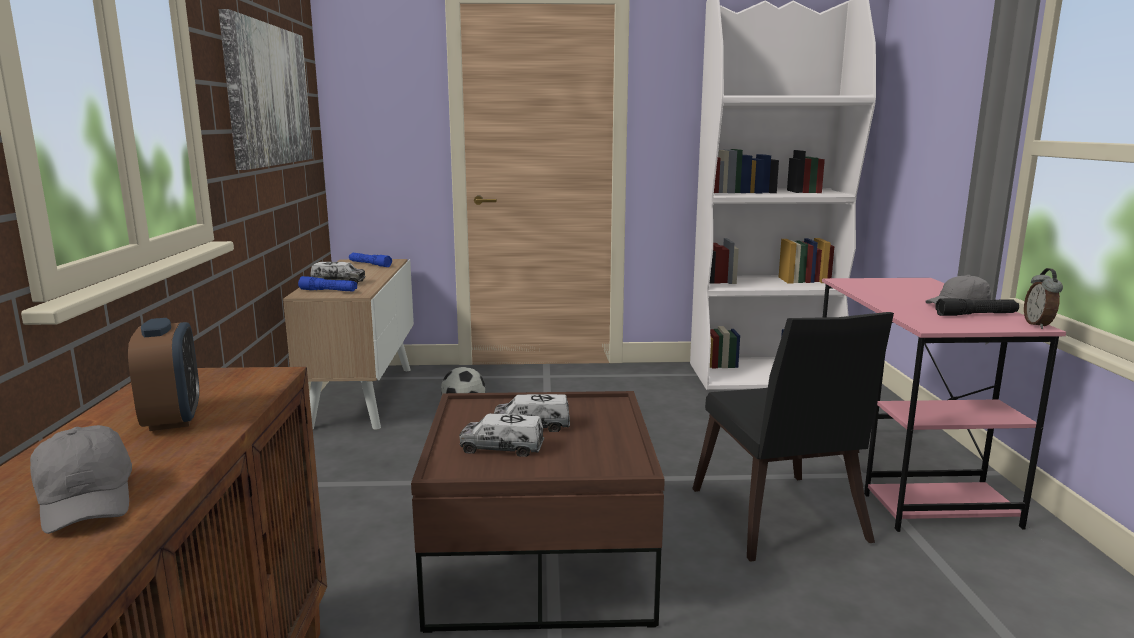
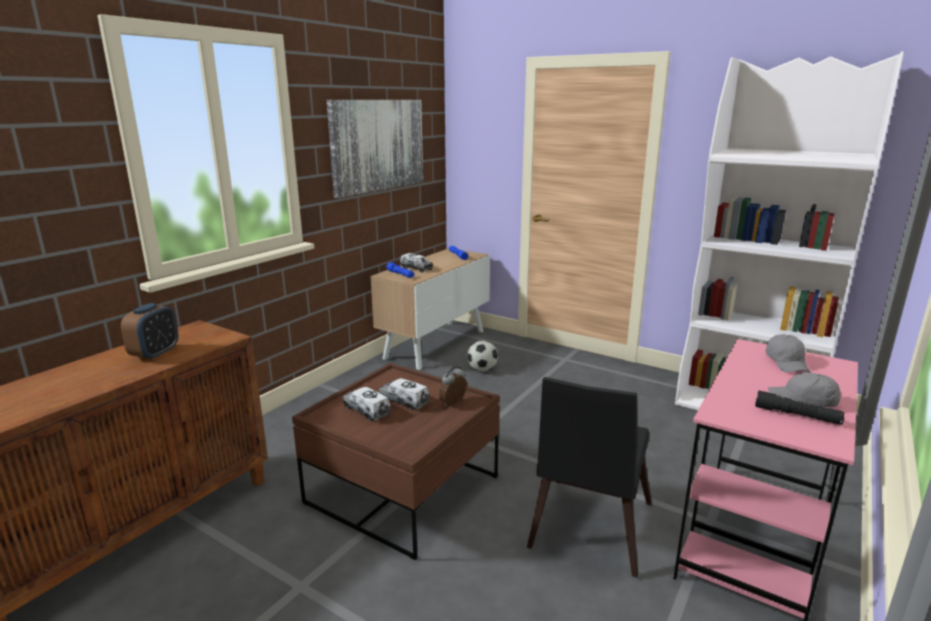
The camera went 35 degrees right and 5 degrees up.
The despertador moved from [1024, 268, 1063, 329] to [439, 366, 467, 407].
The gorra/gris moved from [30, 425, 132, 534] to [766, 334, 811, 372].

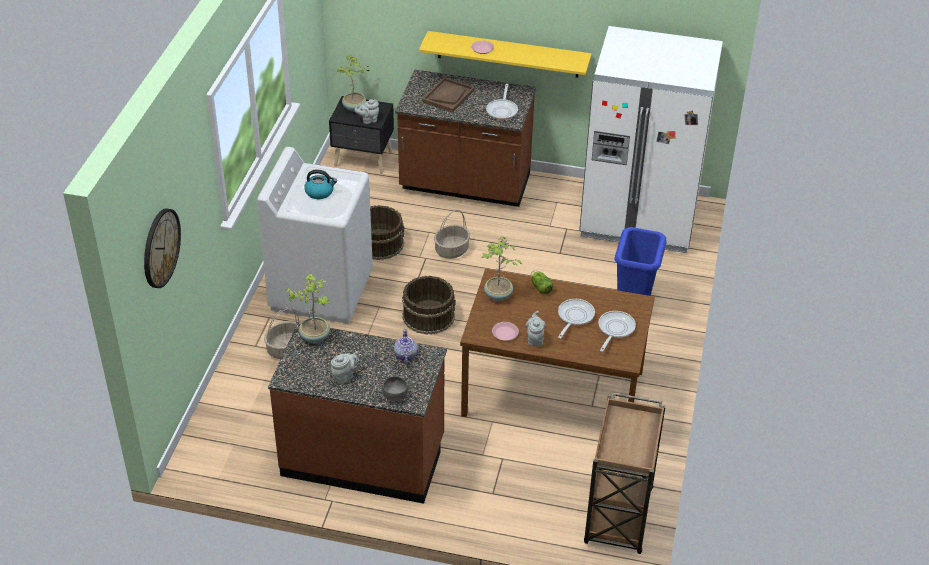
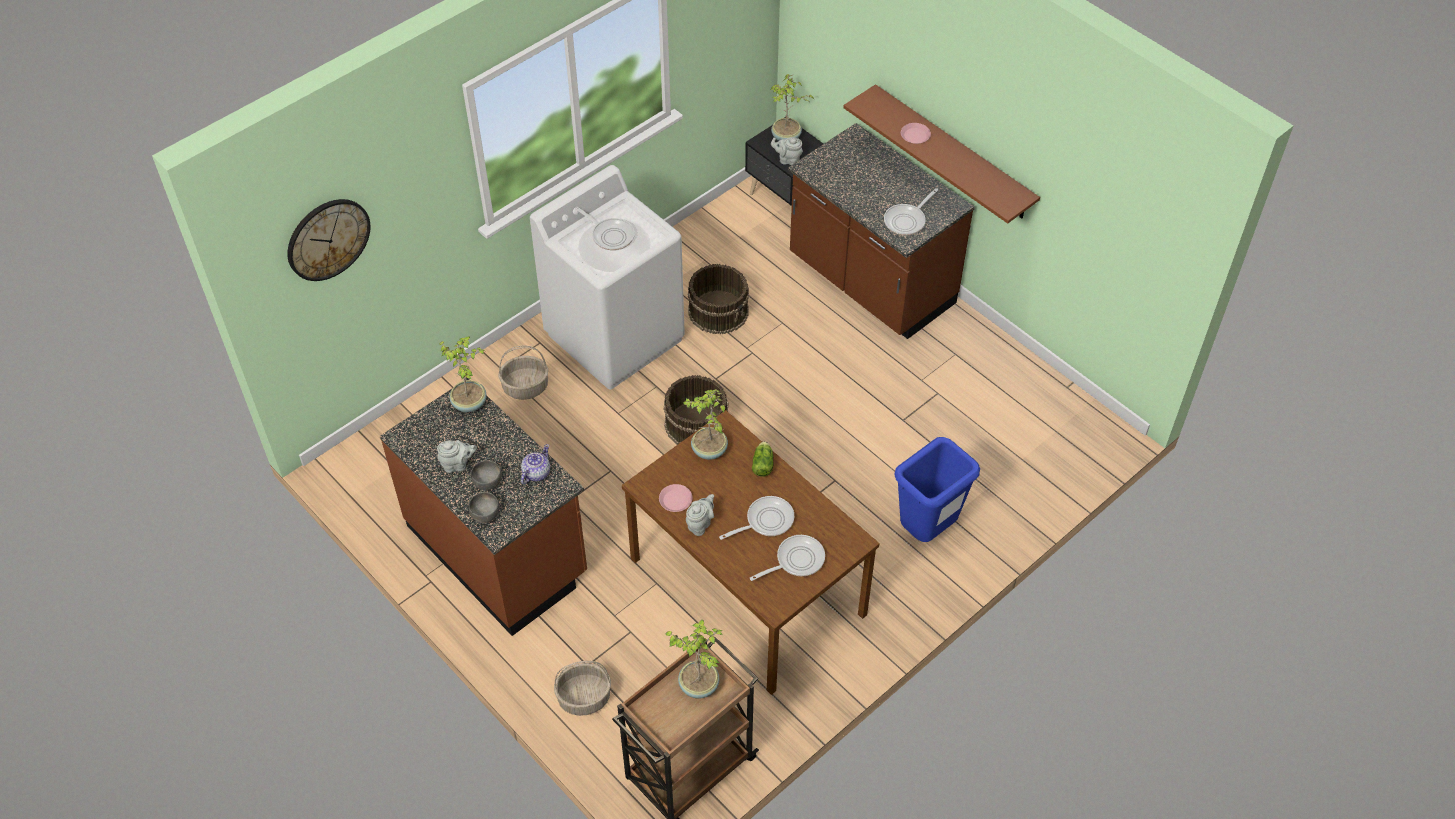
The camera went 35 degrees right and 10 degrees up.
The cuenco/gris at [471, 460, 502, 490] appeared.
The cesta moved from [434, 210, 470, 259] to [554, 661, 611, 716].
The hervidor at [304, 170, 337, 199] was replaced by the sartén at [575, 207, 635, 250].
The planta en maceta at [666, 620, 723, 699] appeared.
The estante/amarillo at [419, 31, 591, 78] became the estante/marrón at [843, 84, 1040, 224].
The bandeja/marrón at [422, 77, 475, 113] disappeared.
The nevera/blanco at [579, 26, 723, 253] disappeared.

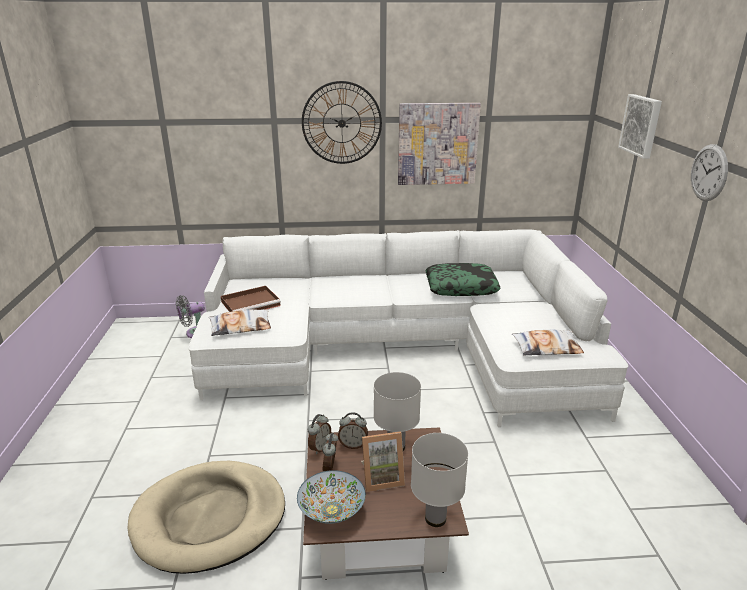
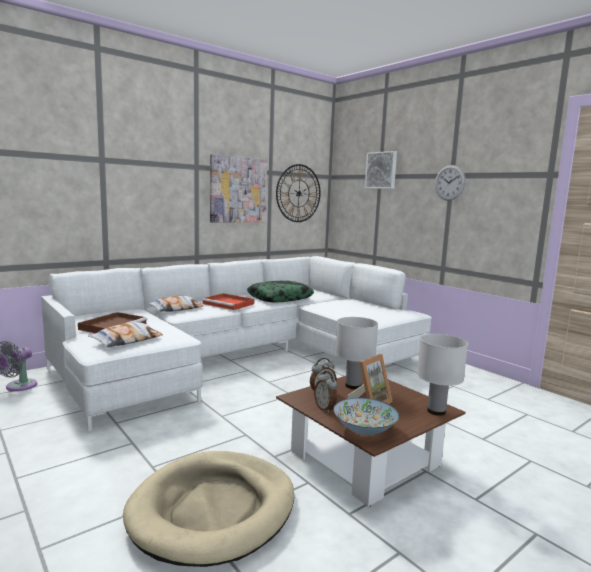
The camera went 35 degrees left and 15 degrees down.
The cojín moved from [512, 329, 584, 356] to [148, 295, 203, 312].
The bandeja/rojo at [202, 293, 254, 310] appeared.
The reloj de pared moved from [302, 81, 382, 164] to [276, 164, 321, 222].
The despertador at [308, 414, 331, 454] disappeared.

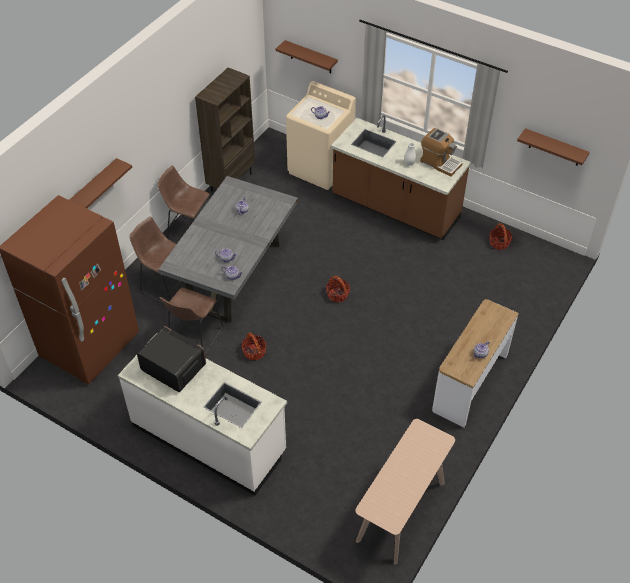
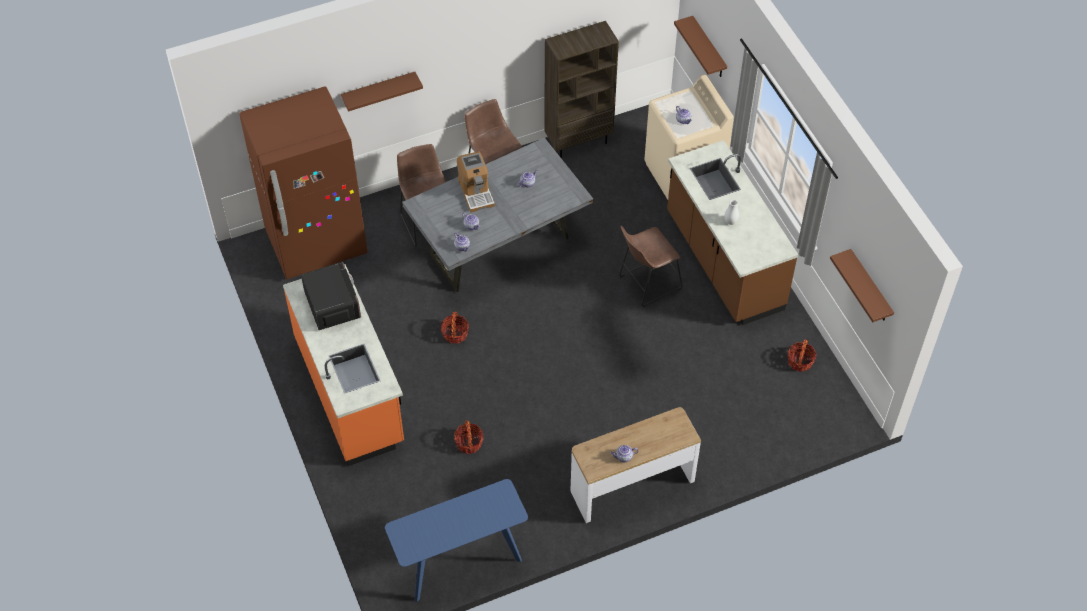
The camera went 35 degrees right and 5 degrees up.
The mueble bajo de cocina/blanco at [118, 333, 287, 496] became the mueble bajo de cocina/naranja at [283, 264, 404, 466].
The mesa consola/beis at [355, 419, 455, 565] became the mesa consola/azul at [385, 479, 528, 602].
The cesta moved from [326, 276, 350, 302] to [454, 421, 484, 454].
The cafetera moved from [420, 128, 463, 177] to [457, 151, 495, 212].
The taburete/marrón moved from [159, 288, 223, 355] to [619, 226, 682, 307].

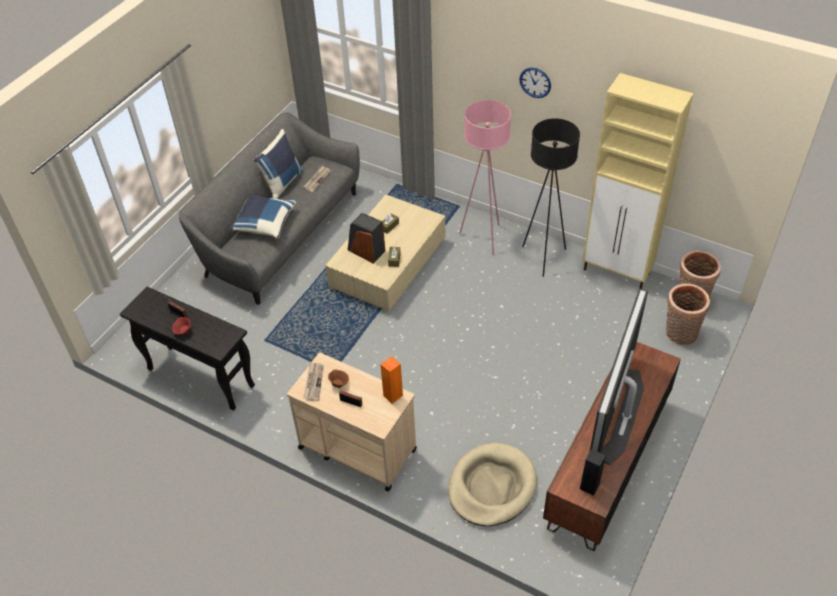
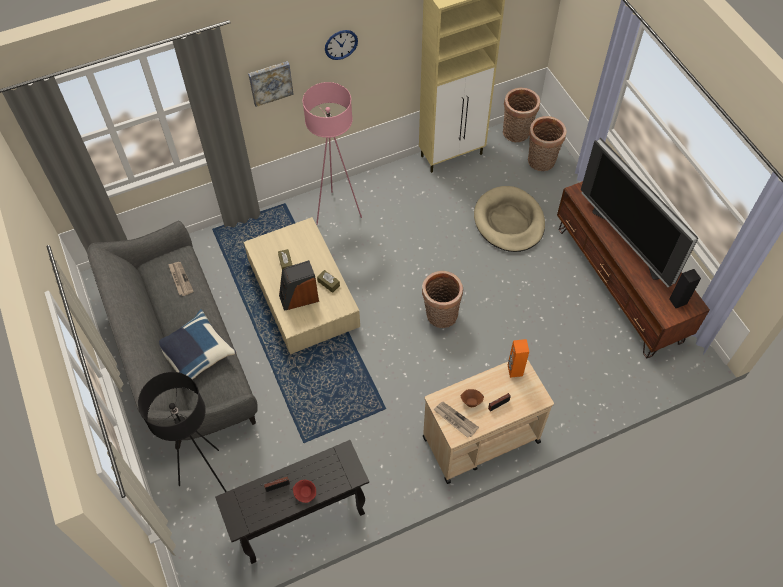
The camera went 55 degrees left and 10 degrees up.
The lámpara de pie/negro moved from [522, 118, 580, 277] to [138, 372, 227, 492].
The cuadro at [248, 61, 294, 107] appeared.
The cesta at [422, 271, 463, 328] appeared.
The cama para perro/beis moved from [448, 443, 537, 526] to [474, 186, 545, 252].
The cojín/azul at [254, 129, 305, 199] disappeared.

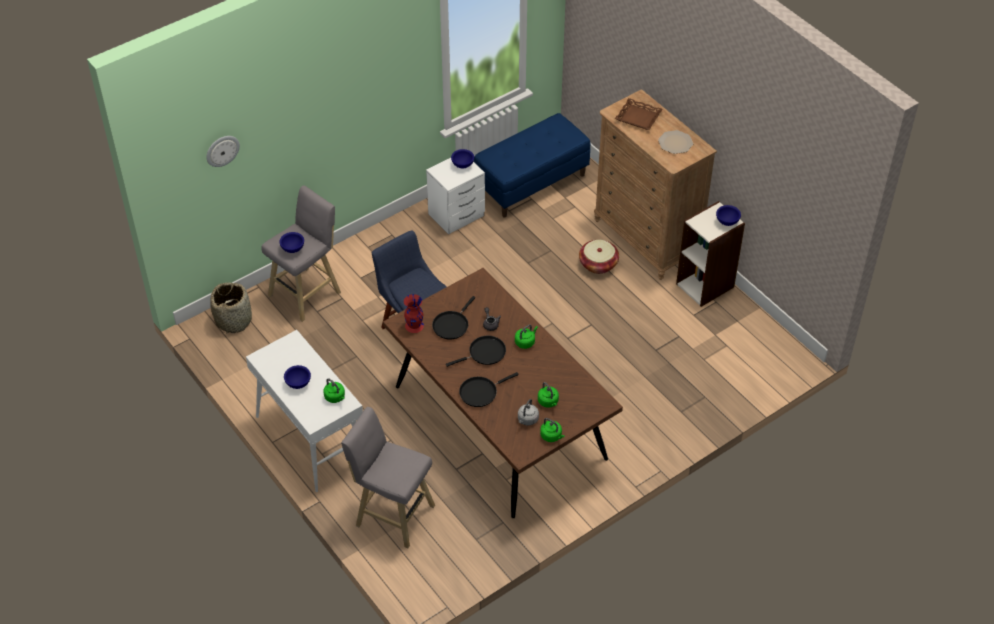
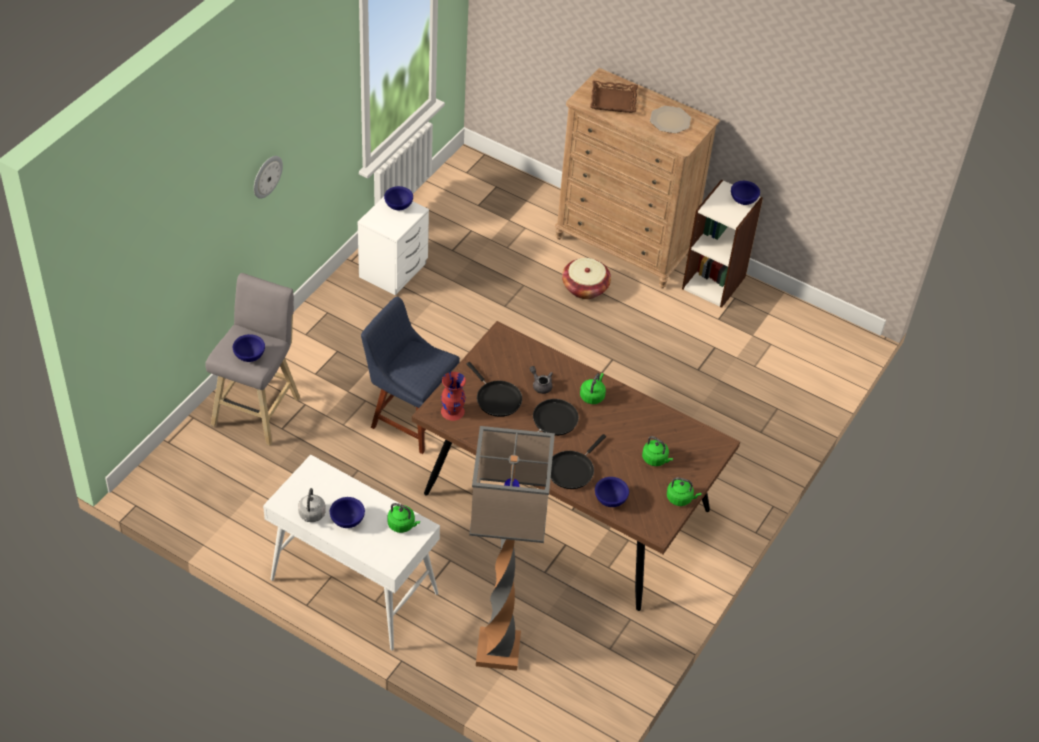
The camera went 25 degrees left and 0 degrees up.
The reloj de pared moved from [206, 136, 240, 167] to [254, 156, 283, 199].
The hervidor/gris moved from [518, 399, 539, 425] to [298, 488, 326, 522].
The sartén/negro at [432, 296, 475, 340] turned 45 degrees counterclockwise.
The taburete/gris at [341, 407, 435, 548] was replaced by the lámpara de pie at [469, 426, 555, 671].
The cuenco/azul at [595, 477, 629, 507] appeared.
The cesta at [210, 283, 252, 333] disappeared.
The banco/azul at [474, 113, 590, 218] disappeared.

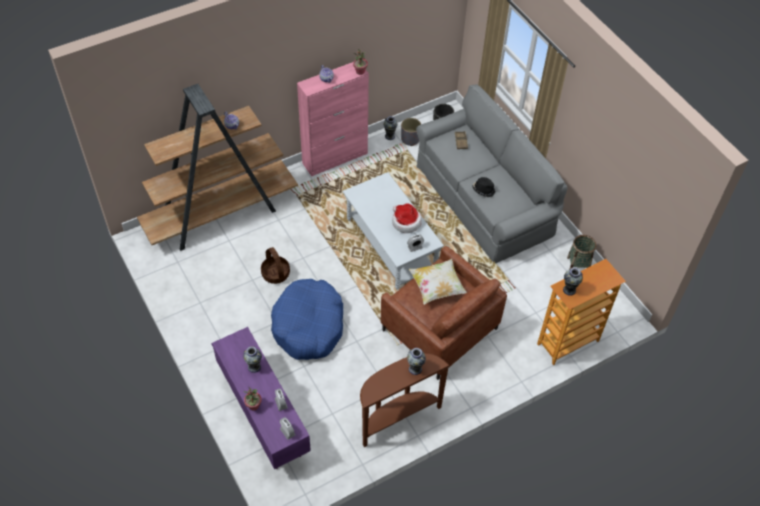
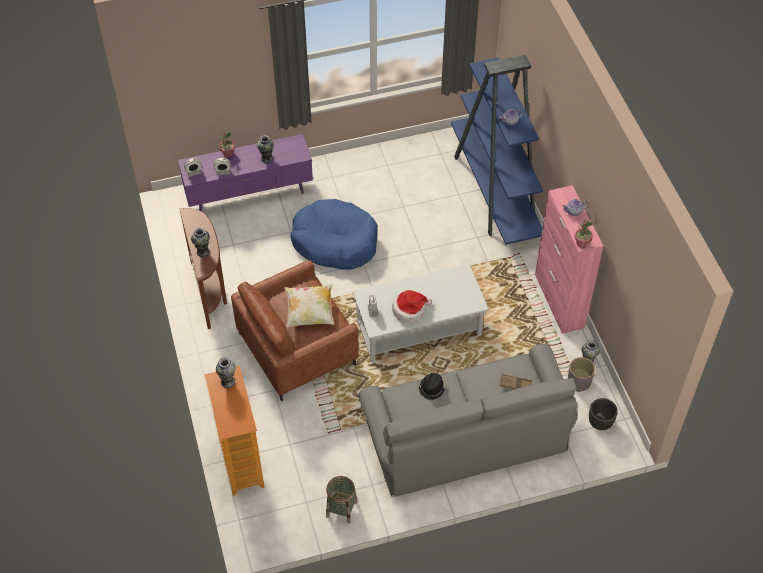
The camera went 105 degrees right and 0 degrees up.
The estantería/marrón at [137, 84, 298, 251] became the estantería/azul at [451, 55, 543, 245].
The cesta at [261, 247, 290, 284] disappeared.

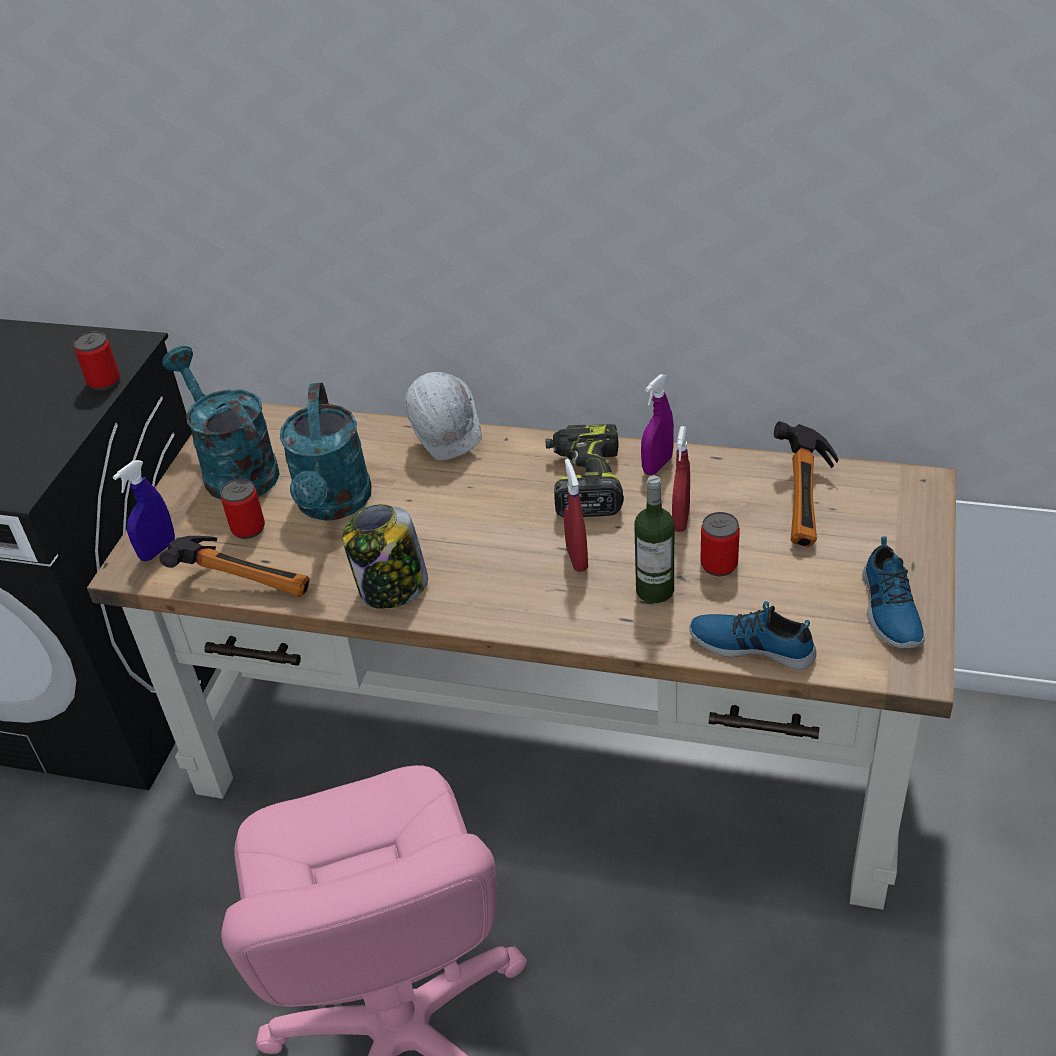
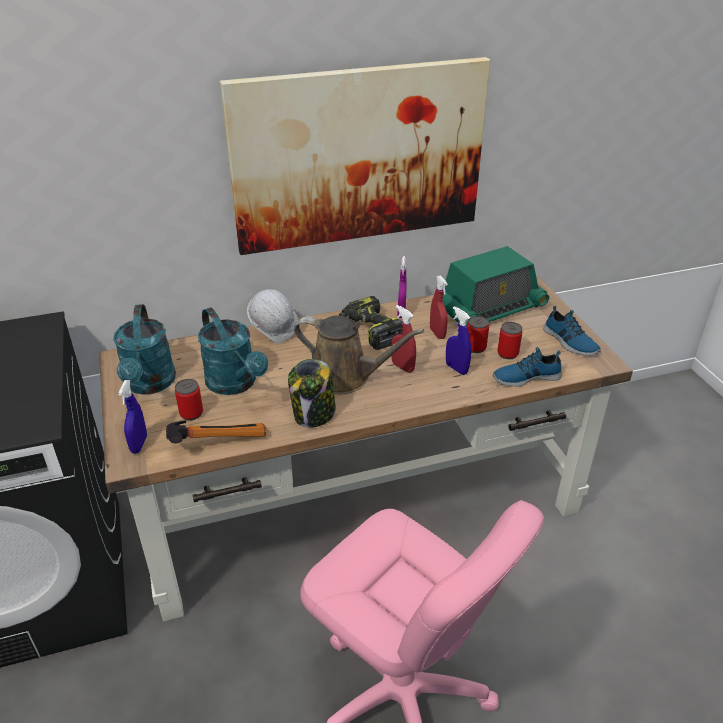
The camera went 35 degrees left and 5 degrees down.
The regadera/turquesa at [162, 346, 280, 500] turned 120 degrees counterclockwise.
The cuadro at [220, 57, 490, 255] appeared.
The regadera/marrón at [294, 315, 424, 395] appeared.
The martillo at [774, 421, 839, 547] was replaced by the radio at [443, 246, 549, 326].
The botella at [634, 476, 674, 603] was replaced by the pulverizador/azul at [446, 306, 471, 375].
The lata moved from [74, 331, 120, 390] to [497, 322, 522, 359].

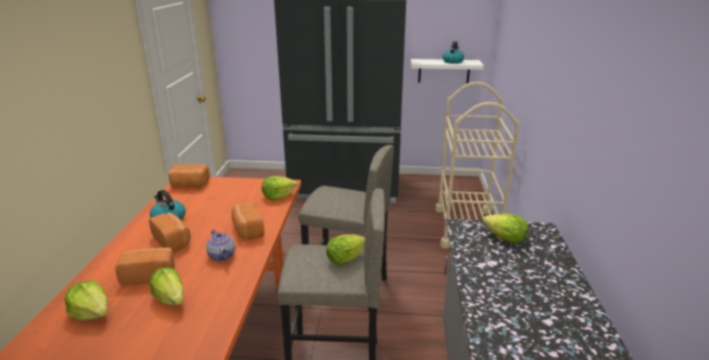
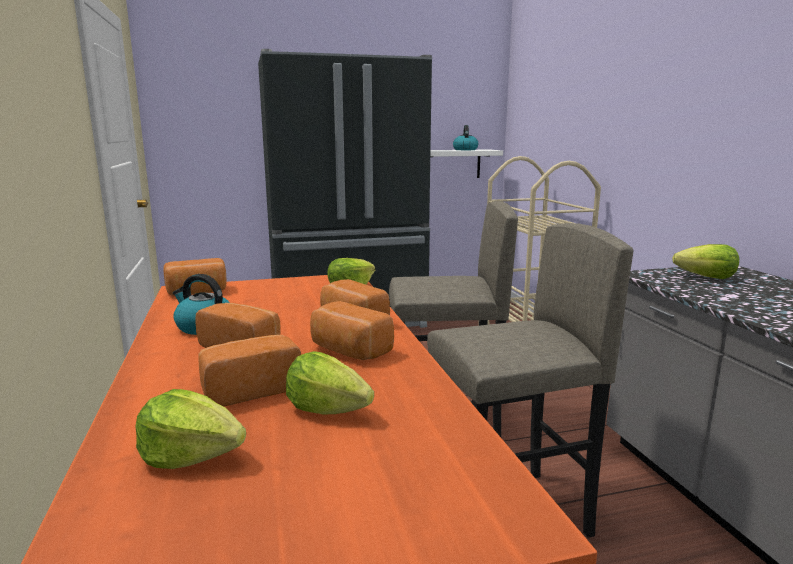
The camera went 20 degrees left and 10 degrees down.
The tetera at [206, 230, 235, 261] was replaced by the pan at [310, 301, 394, 360].
The lechuga at [326, 235, 365, 265] disappeared.

